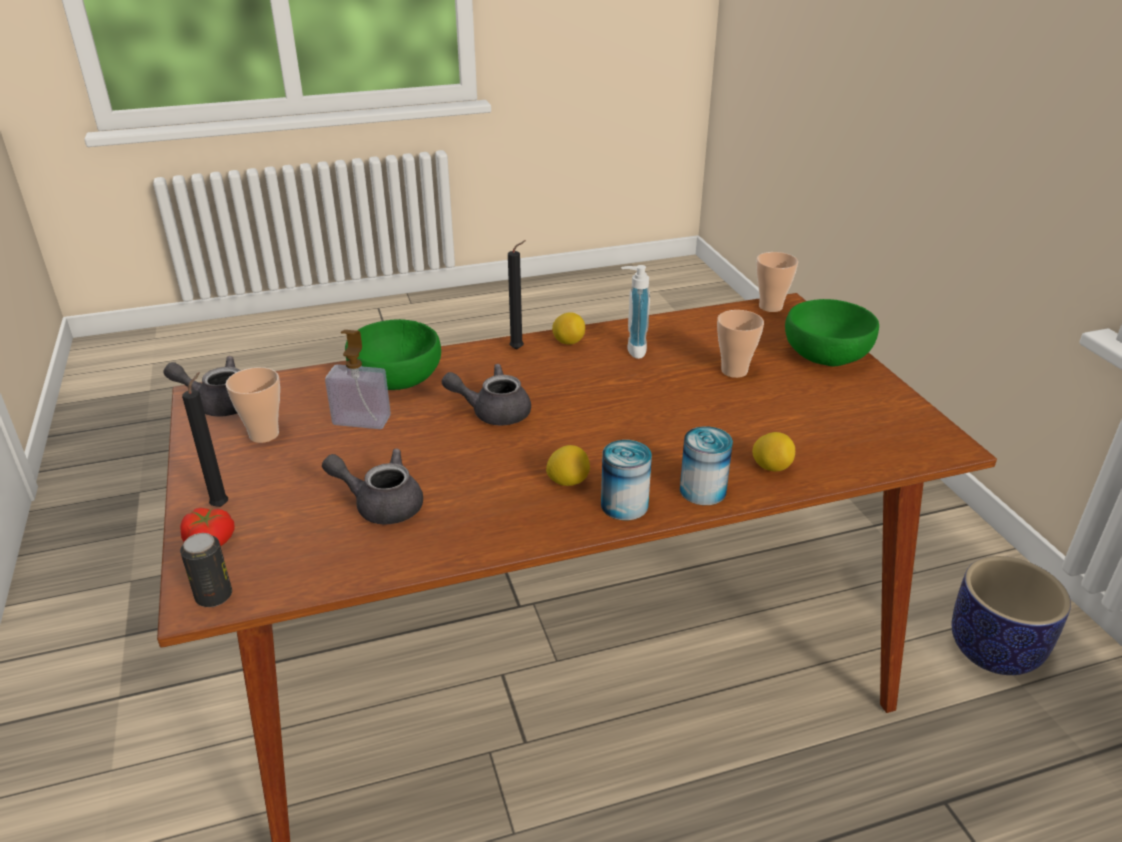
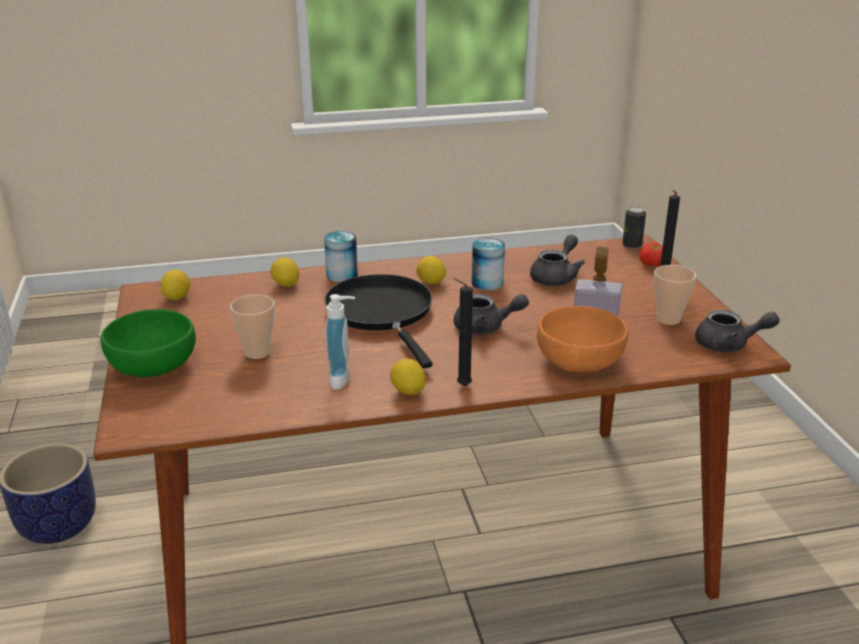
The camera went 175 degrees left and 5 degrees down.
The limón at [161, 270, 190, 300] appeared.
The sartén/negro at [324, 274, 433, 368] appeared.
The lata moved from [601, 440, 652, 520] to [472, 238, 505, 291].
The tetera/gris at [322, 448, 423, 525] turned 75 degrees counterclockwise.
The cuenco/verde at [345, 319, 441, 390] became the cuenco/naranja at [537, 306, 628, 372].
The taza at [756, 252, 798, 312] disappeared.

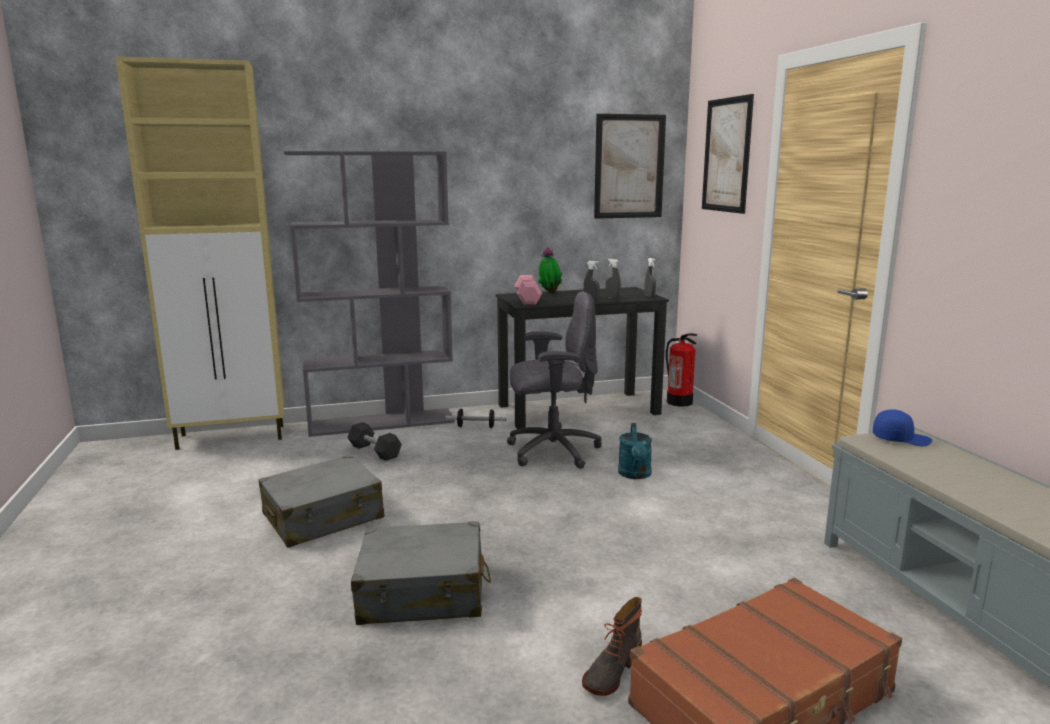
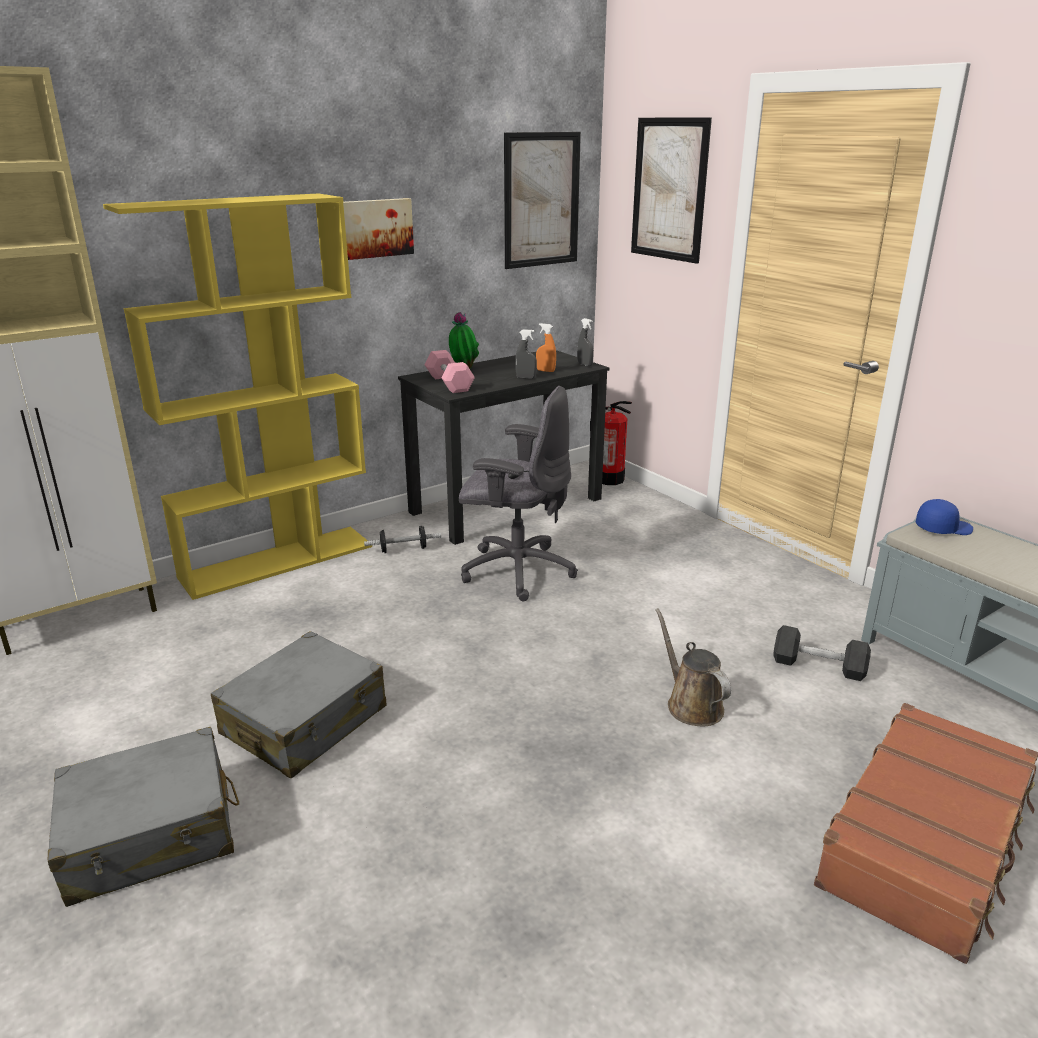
The camera went 20 degrees left and 10 degrees up.
The maleta/gris moved from [351, 521, 491, 625] to [47, 727, 239, 907].
The estantería/gris at [284, 151, 455, 437] became the estantería/amarillo at [103, 193, 372, 600].
The cuadro at [343, 198, 414, 260] appeared.
The silla de oficina/gris at [507, 292, 602, 469] turned 45 degrees clockwise.
The pulverizador/gris at [605, 259, 621, 299] became the pulverizador/naranja at [536, 323, 556, 372].
The regadera/marrón at [655, 608, 731, 726] appeared.
The mancuerna/negro moved from [347, 422, 402, 461] to [773, 625, 871, 681].
The bota at [582, 597, 642, 696] disappeared.
The regadera/turquesa at [618, 423, 652, 479] disappeared.

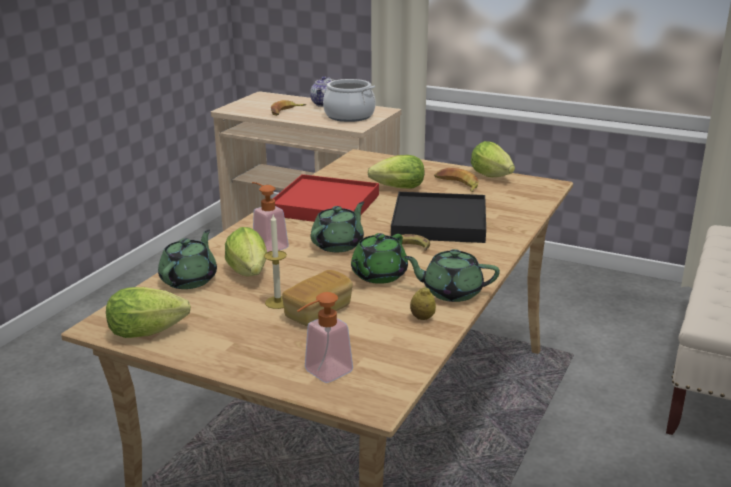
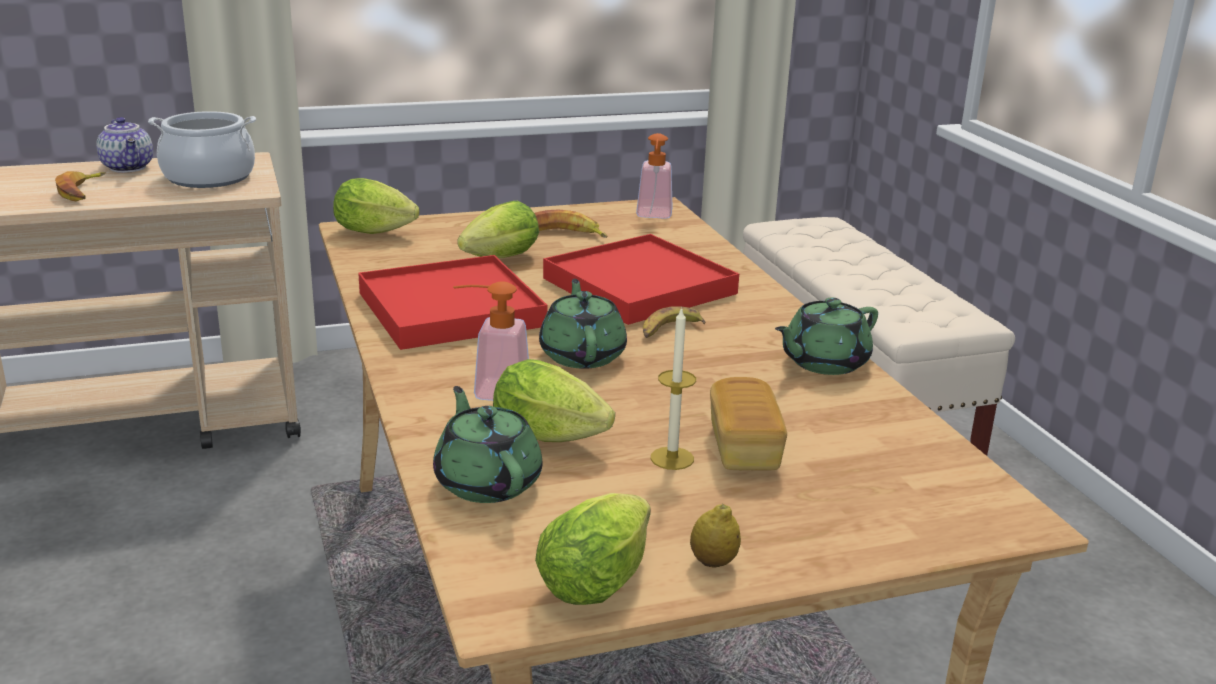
The camera went 45 degrees left and 0 degrees up.
The lechuga moved from [471, 141, 515, 177] to [333, 178, 420, 234].
The bandeja/negro at [391, 192, 486, 243] became the bandeja/rojo at [543, 234, 739, 325].
The dispensador de jabón moved from [297, 292, 353, 383] to [636, 133, 672, 219].
The limón moved from [410, 287, 436, 320] to [690, 504, 741, 568].
The tetera/verde at [351, 233, 408, 284] disappeared.

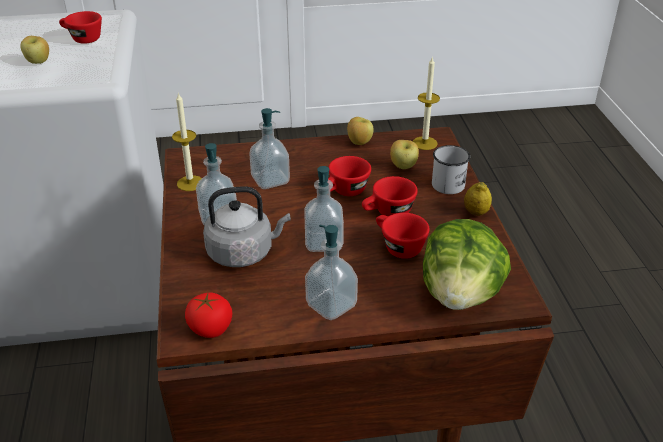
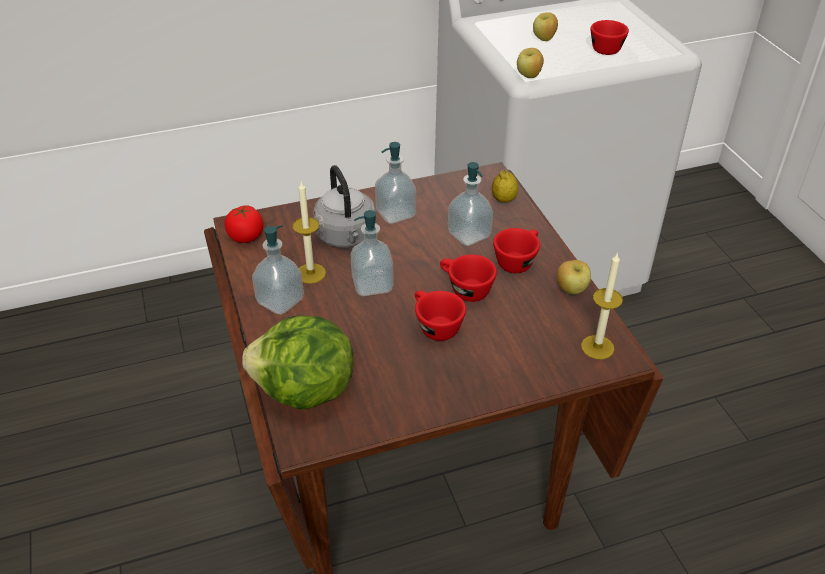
The camera went 80 degrees right and 5 degrees up.
The vela moved from [172, 92, 202, 191] to [292, 182, 326, 284].
The limón moved from [464, 182, 492, 216] to [492, 170, 518, 203].
The taza/rojo moved from [376, 213, 430, 259] to [493, 228, 540, 273].
The manzana moved from [390, 140, 419, 169] to [517, 48, 544, 78].
The taza grande/blanco at [432, 145, 470, 194] disappeared.

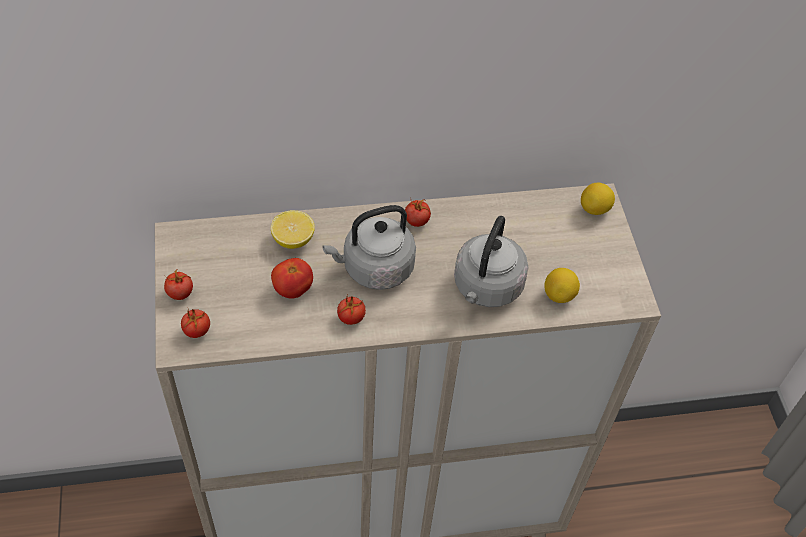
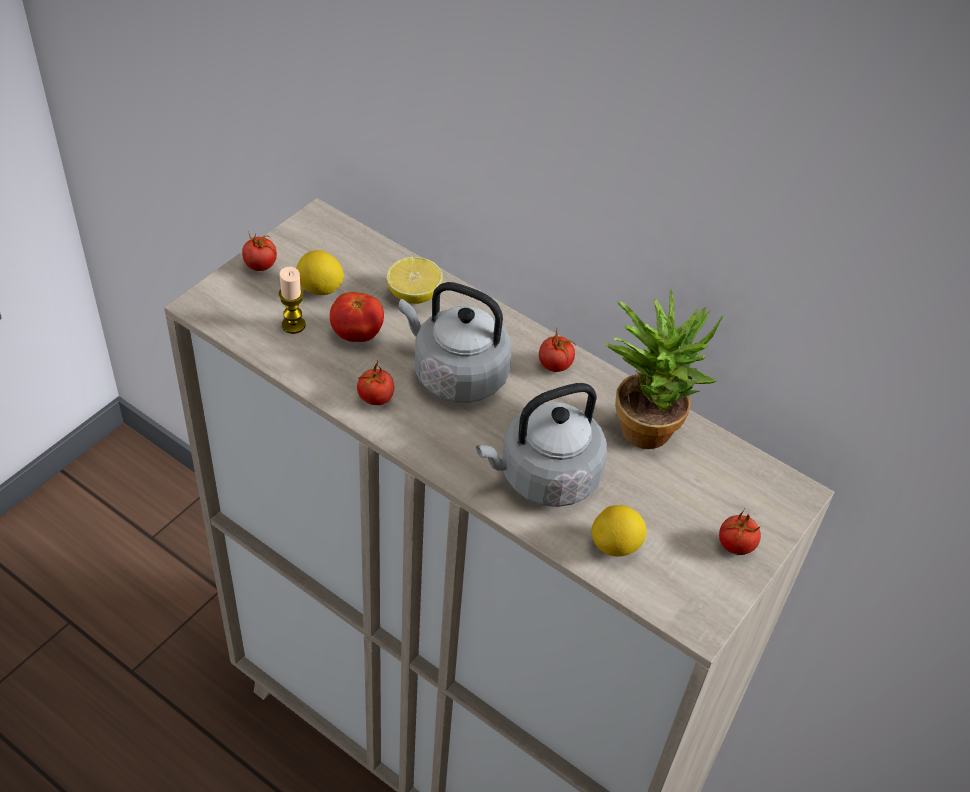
The camera went 45 degrees right and 5 degrees down.
The vela at [279, 267, 305, 334] appeared.
The limón moved from [581, 183, 615, 215] to [296, 250, 344, 295].
The planta en maceta at [604, 289, 723, 449] appeared.
The tomate moved from [181, 309, 210, 338] to [719, 508, 761, 555].

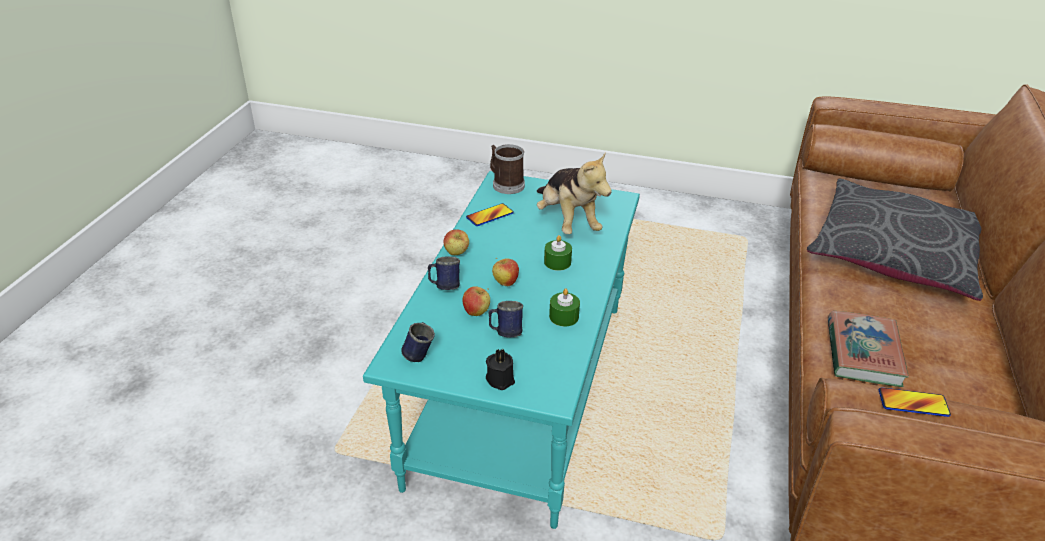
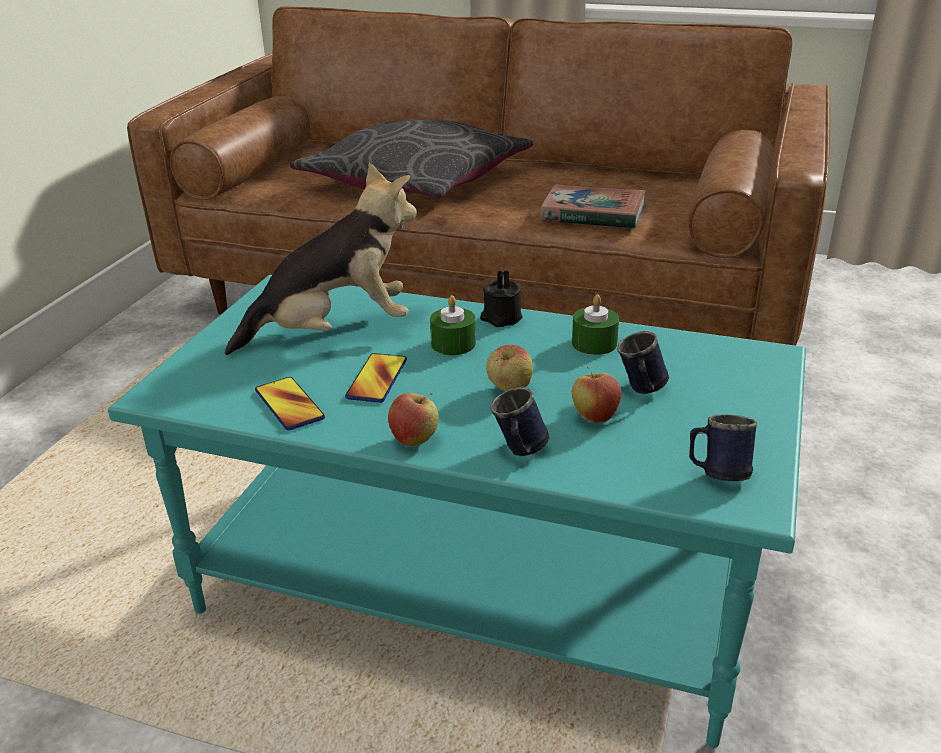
The camera went 85 degrees left and 5 degrees down.
The móvil moved from [879, 387, 951, 417] to [345, 353, 407, 403].
The vela/negro moved from [486, 349, 515, 390] to [480, 270, 523, 327].
The taza grande at [490, 144, 525, 194] disappeared.

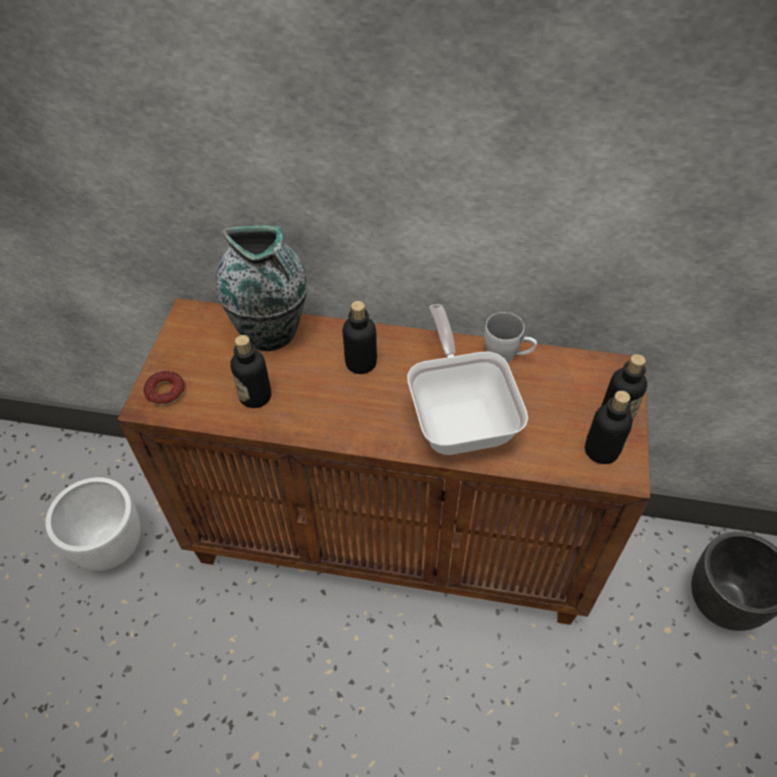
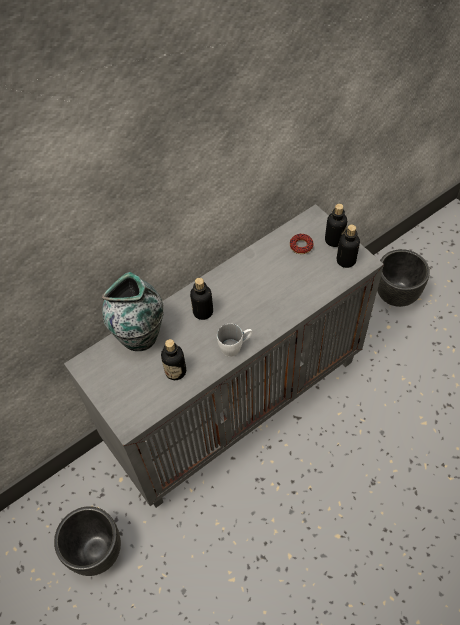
The camera went 45 degrees left and 5 degrees up.
The maceta/blanco at [46, 477, 141, 571] became the maceta/negro at [54, 506, 121, 576].
The armario/marrón at [117, 298, 650, 625] became the armario/gris at [64, 204, 384, 508].
The taza grande/blanco moved from [484, 312, 537, 363] to [217, 324, 252, 357].
The rosquilla moved from [144, 371, 185, 406] to [290, 234, 314, 254].
The sartén at [407, 304, 528, 455] disappeared.

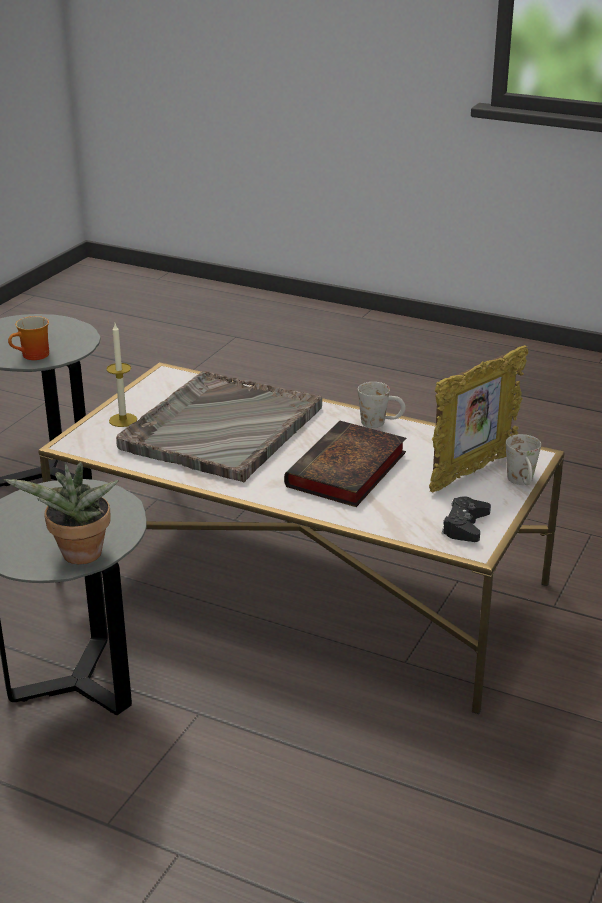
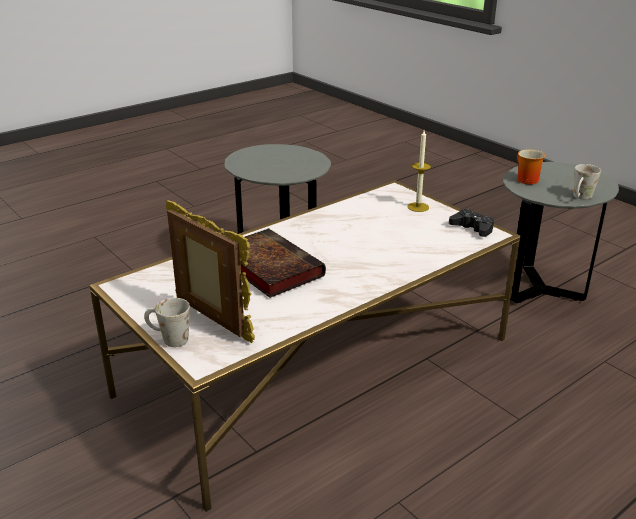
The camera went 115 degrees right and 0 degrees up.
The portarretratos at [429, 345, 528, 492] turned 150 degrees clockwise.
The mando de consola/negro moved from [442, 496, 491, 542] to [449, 209, 494, 237].
The taza grande/blanco moved from [358, 382, 406, 428] to [573, 164, 601, 200].
The planta en maceta at [4, 462, 118, 564] disappeared.
The bandeja/gris at [116, 371, 322, 483] disappeared.

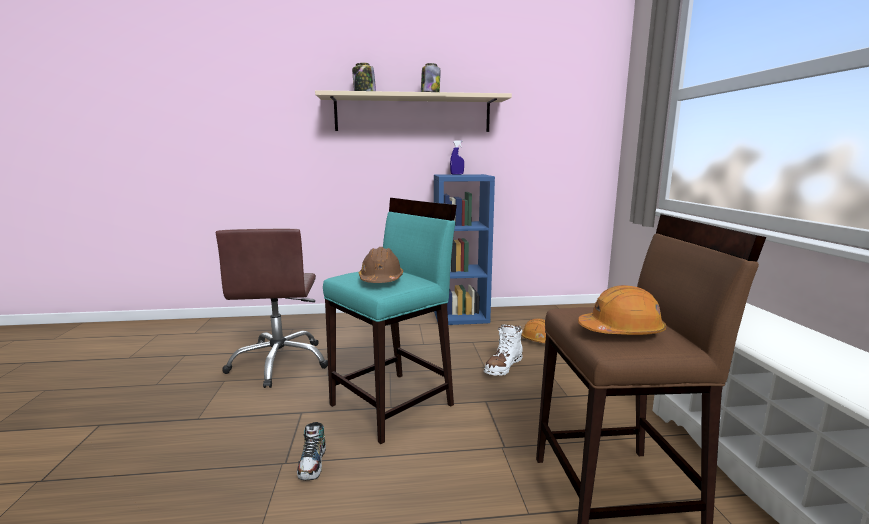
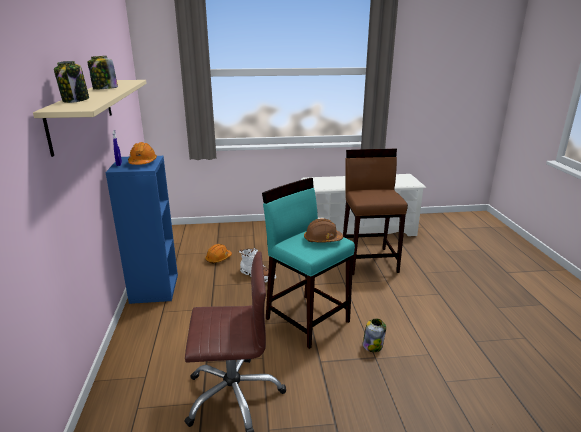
The camera went 90 degrees left and 10 degrees up.
The casco/naranja moved from [578, 285, 666, 335] to [128, 142, 157, 165].
The zapato at [297, 422, 326, 480] was replaced by the tarro at [363, 318, 386, 352].

